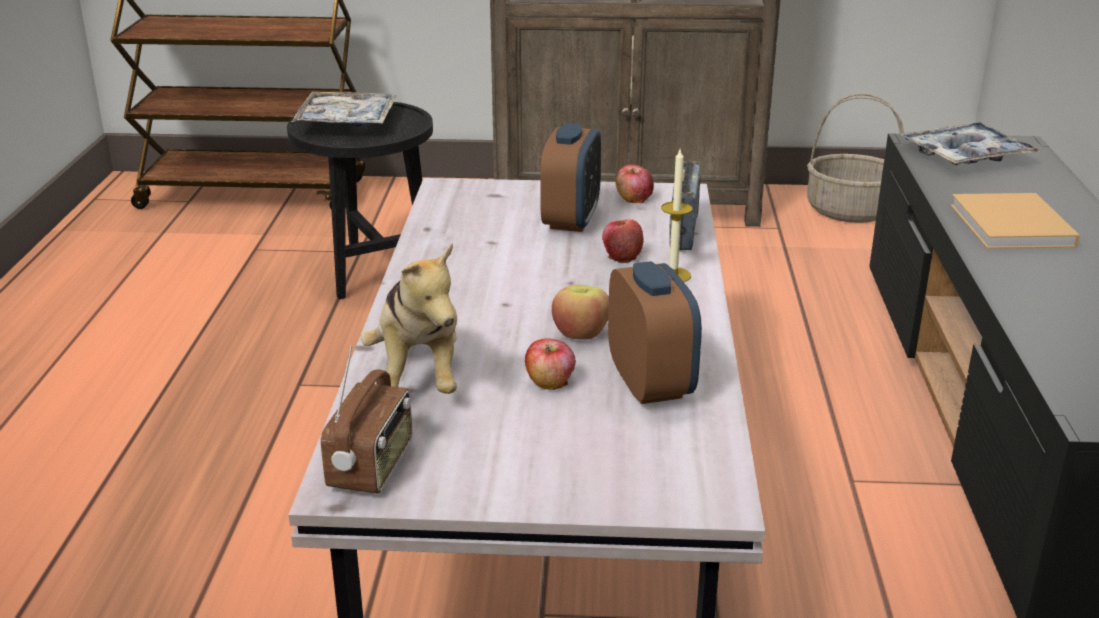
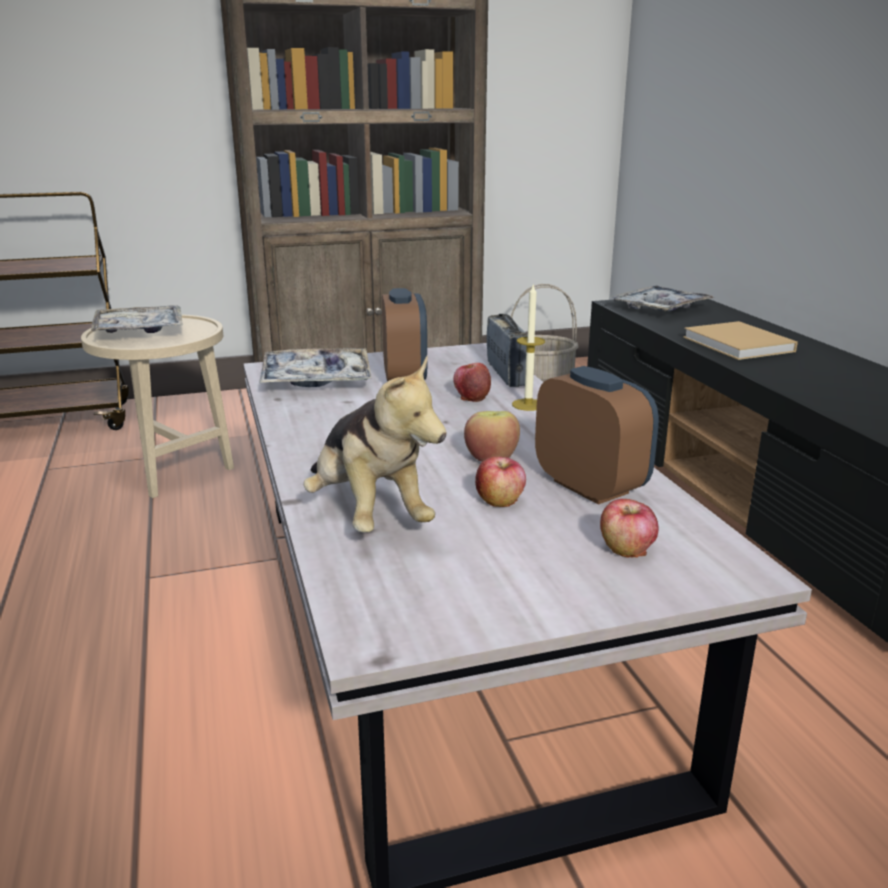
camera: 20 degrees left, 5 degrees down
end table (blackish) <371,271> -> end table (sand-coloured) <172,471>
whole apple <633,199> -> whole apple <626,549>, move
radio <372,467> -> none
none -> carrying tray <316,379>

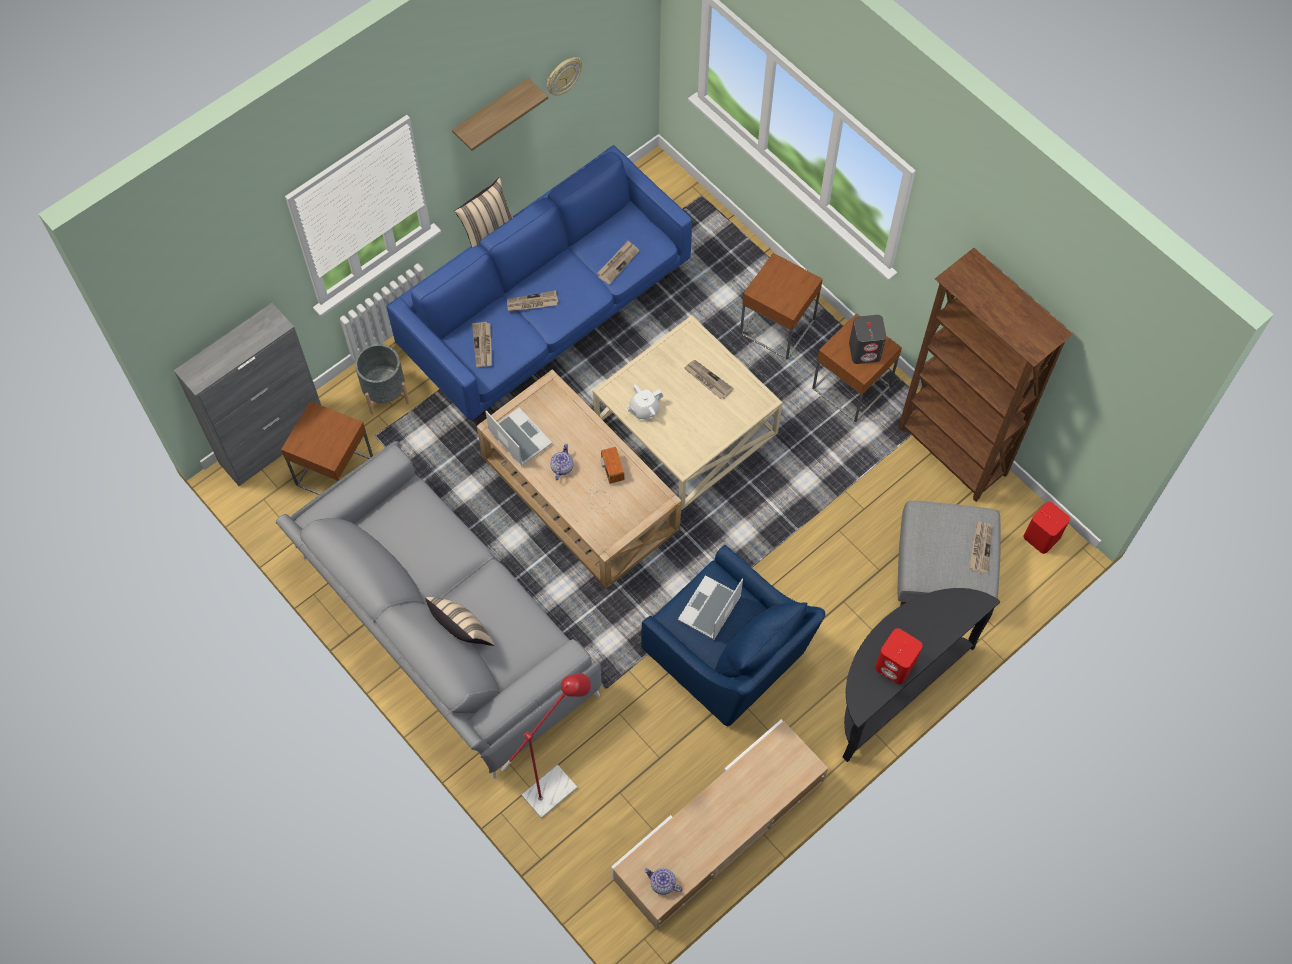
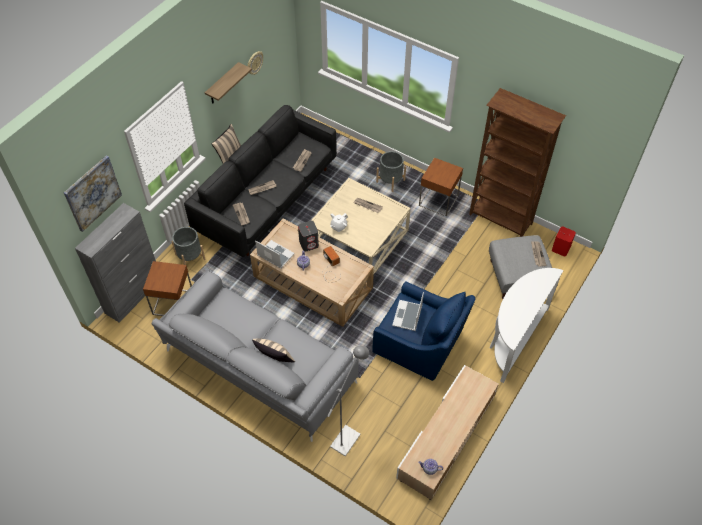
camera: 15 degrees left, 10 degrees down
settee (blue) <548,314> -> settee (blackish) <268,200>
end table (brown-coloured) <777,327> -> flower pot (greyish) <390,181>
loudspeaker (greyish) <865,351> -> loudspeaker (greyish) <309,243>, move
hall table (blackish) <894,686> -> hall table (whitish) <513,338>
loudspeaker (red-coloured) <895,665> -> none
standard lamp (red-coloured) <557,785> -> standard lamp (greyish) <348,436>
none -> picture <92,193>

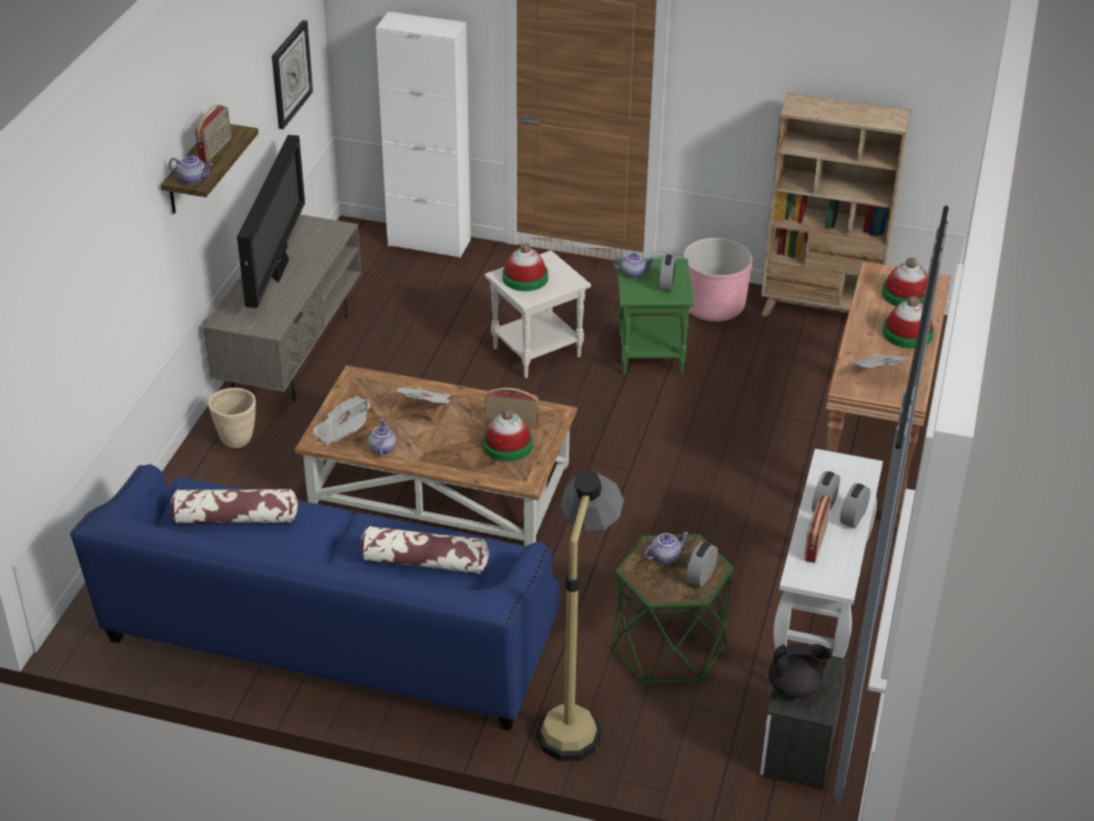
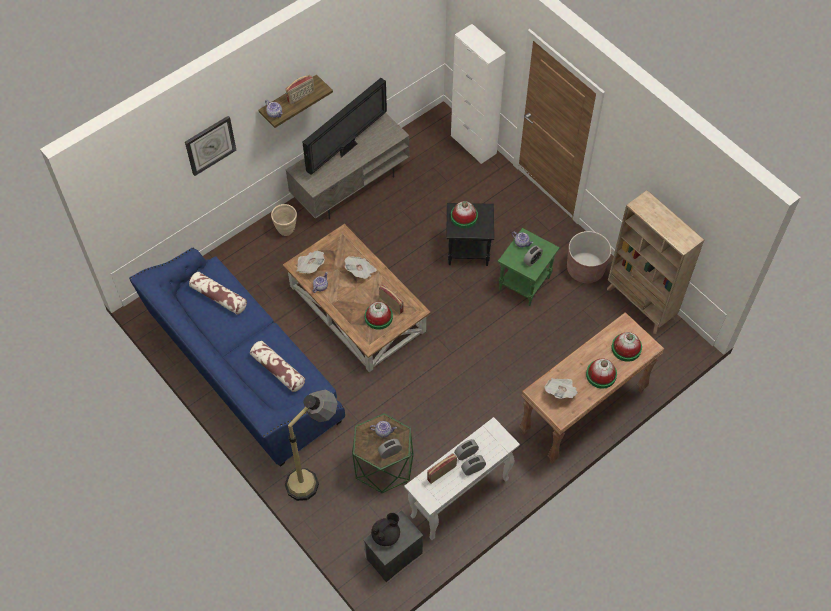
camera: 35 degrees right, 20 degrees up
wall clock <290,74> -> wall clock <210,145>, move
flower pot (pink-coloured) <713,307> -> flower pot (brown-coloured) <585,269>
end table (whitish) <537,351> -> end table (blackish) <468,250>
tea pot (blackish) <795,687> -> tea pot (blackish) <386,535>, 75 degrees counterclockwise

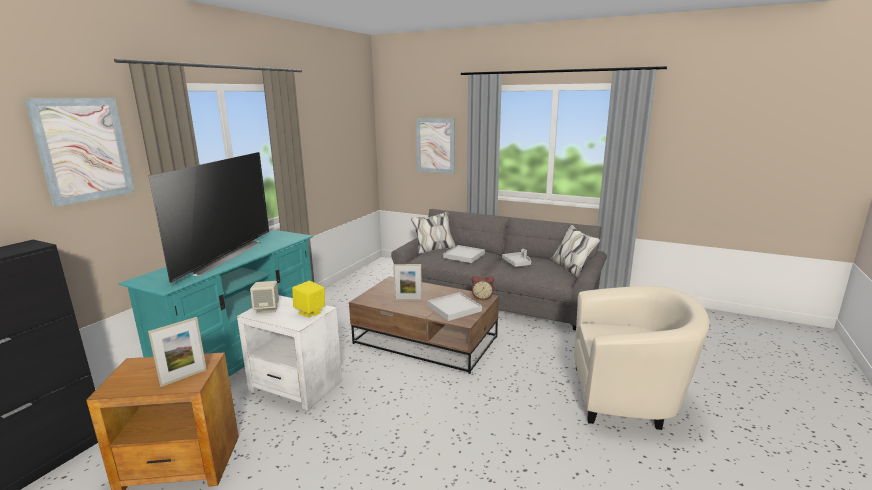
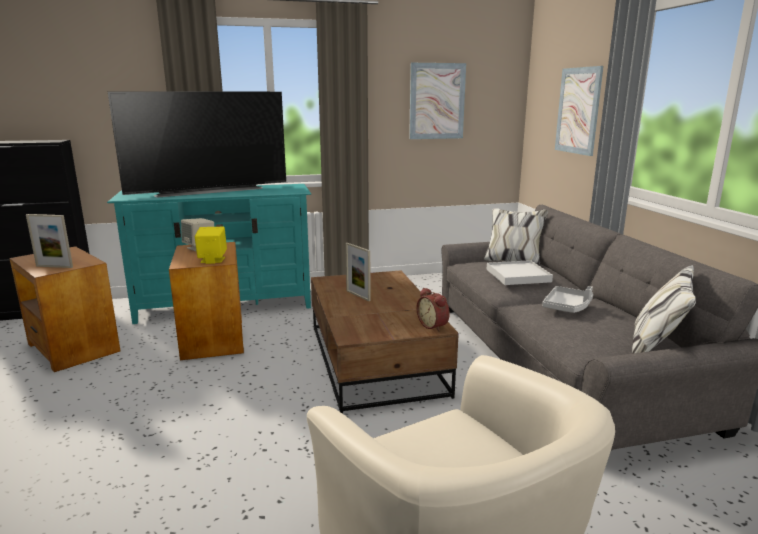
camera: 50 degrees right, 0 degrees up
picture <84,150> -> picture <437,101>, move
carrying tray (whitish) <454,308> -> none
end table (whitish) <296,386> -> end table (brown-coloured) <212,339>

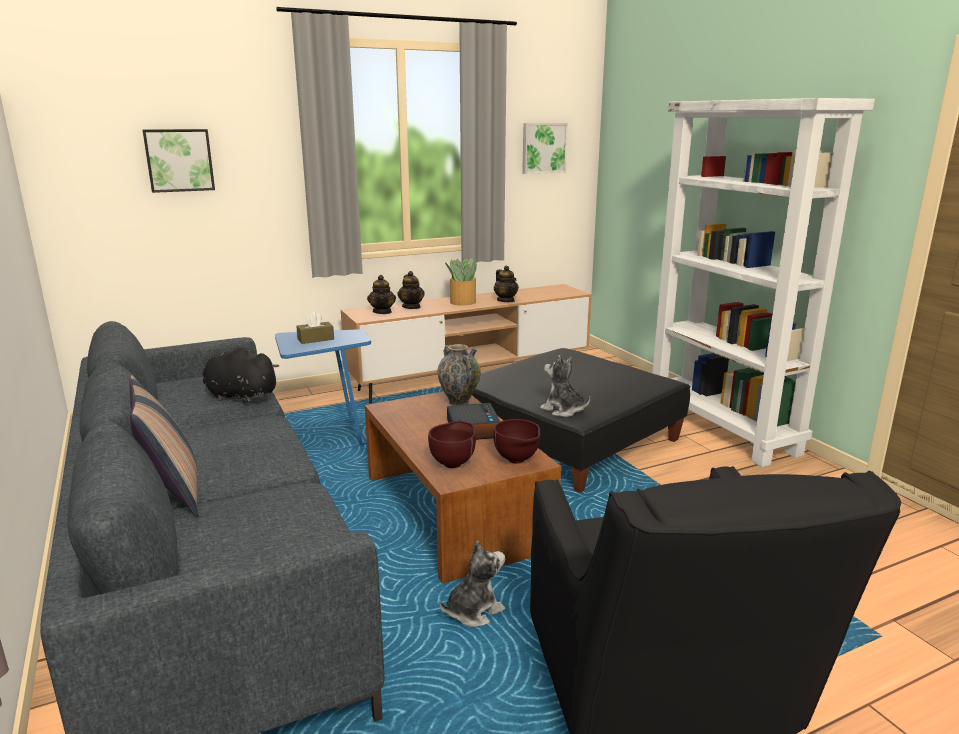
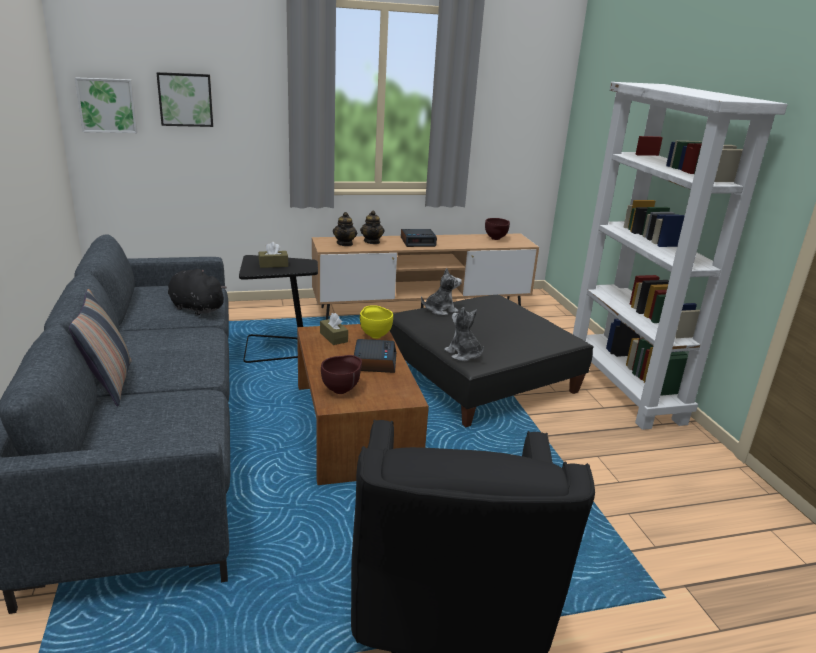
camera: 10 degrees right, 5 degrees up
picture <543,148> -> picture <107,105>, move
houseplant <462,302> -> table clock <418,242>
tea pot <506,300> -> none
end table (blue) <328,440> -> end table (blackish) <279,349>
decorative vase <459,402> -> serving bowl (yellowish) <375,335>
serving bowl (brown-coloured) <517,461> -> serving bowl (brown-coloured) <496,239>, move
cuddly toy <473,611> -> cuddly toy <440,310>, move
none -> tissue holder (brown-coloured) <333,337>

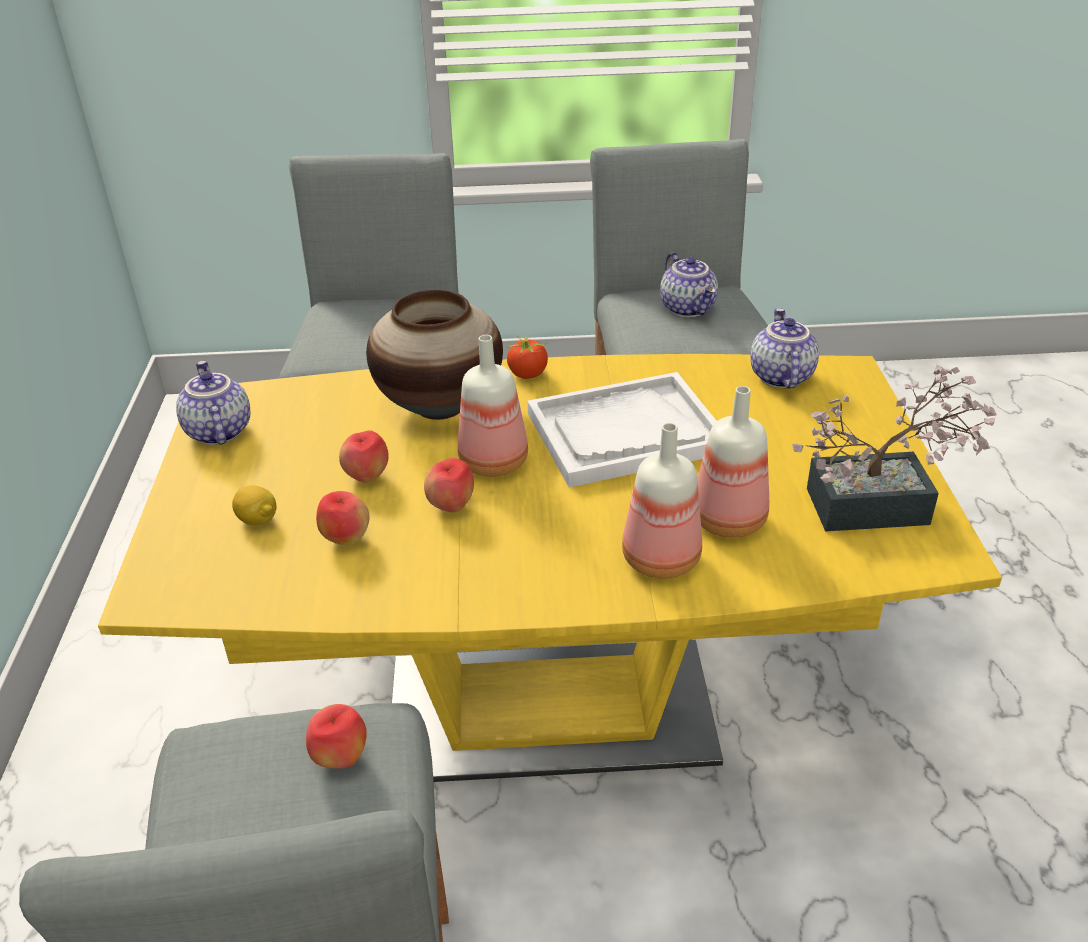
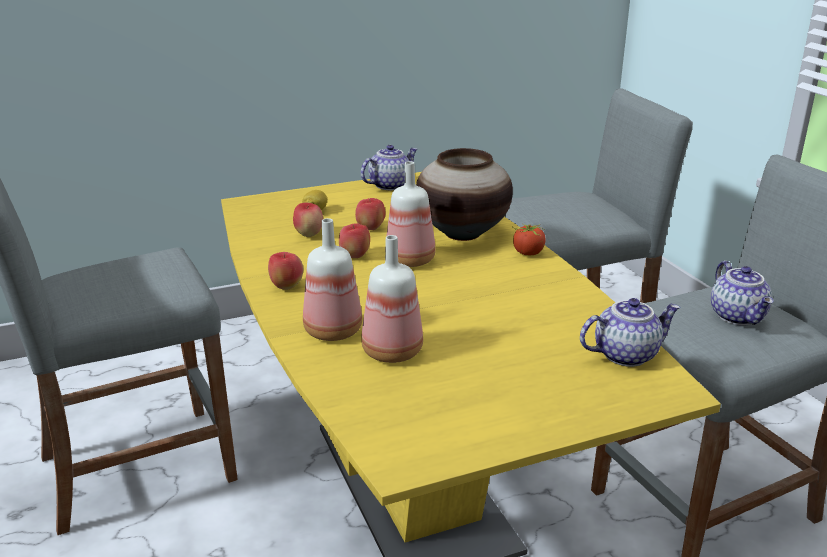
camera: 70 degrees right, 10 degrees down
tea pot <689,308> -> tea pot <738,316>, 60 degrees counterclockwise
houseplant <882,506> -> none
carrying tray (whitish) <625,433> -> none
whole apple <340,758> -> whole apple <286,287>, move

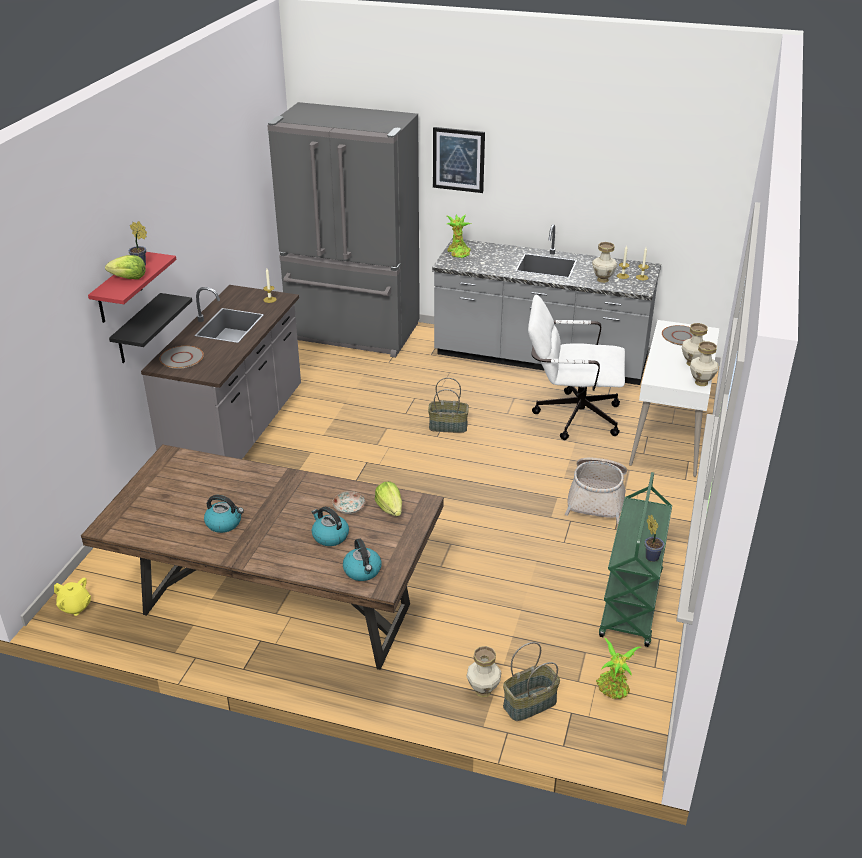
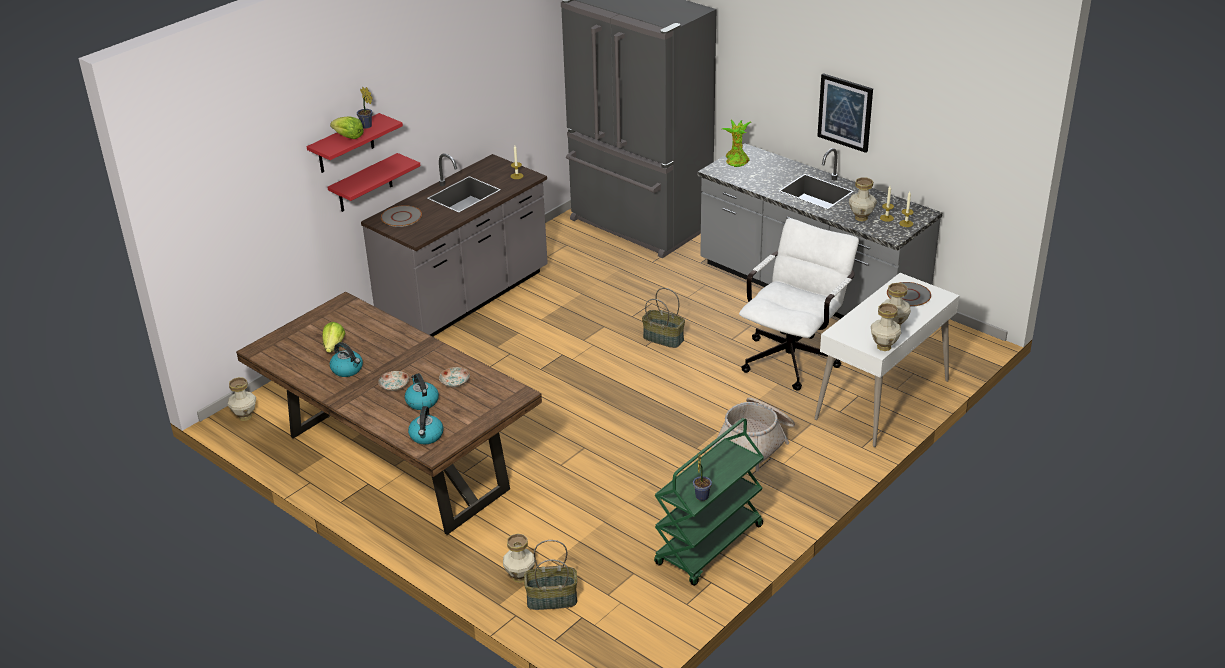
camera: 25 degrees right, 0 degrees up
picture <458,159> -> picture <845,112>, move
shelf (blackish) <138,330> -> shelf (red-coloured) <365,184>
desk chair (whitish) <570,416> -> desk chair (whitish) <794,356>, 90 degrees clockwise
lettuce head <390,509> -> lettuce head <334,347>, move
tea pot (yellowish) <75,607> -> decorative vase <244,417>
houseplant <614,689> -> none
none -> dinner plate <394,386>

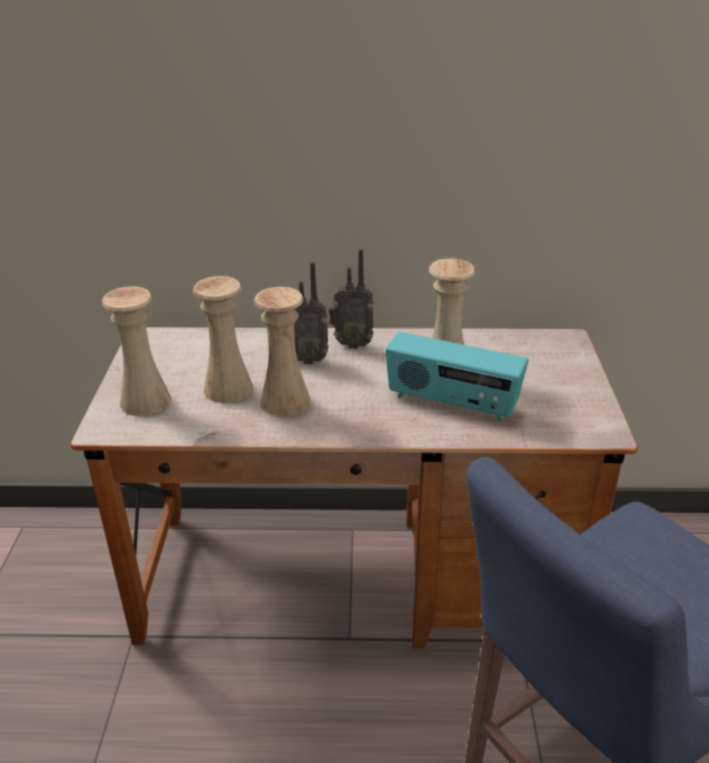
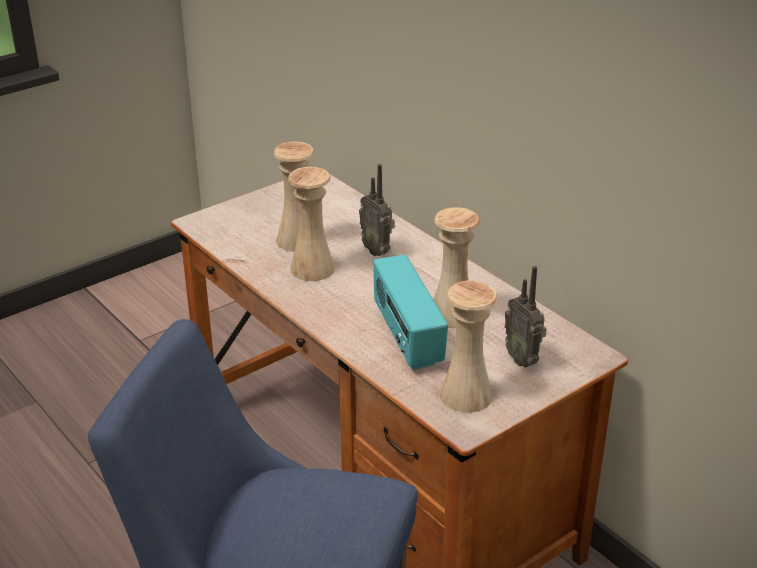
camera: 50 degrees right, 0 degrees up
radio <352,343> -> radio <523,359>, move
decorative vase (sand-coloured) <145,401> -> decorative vase (sand-coloured) <466,395>, move

